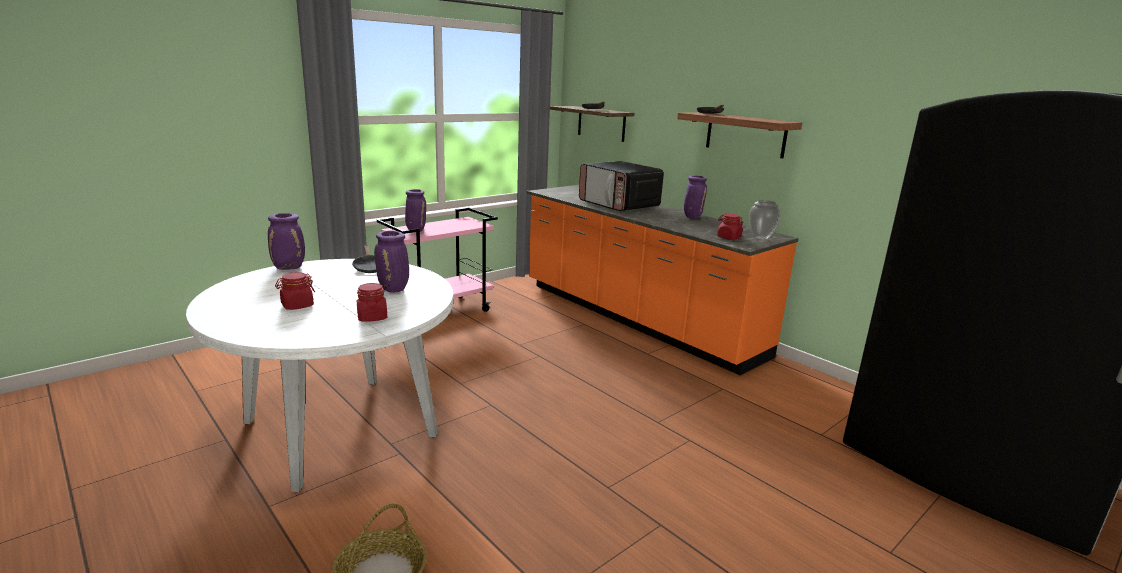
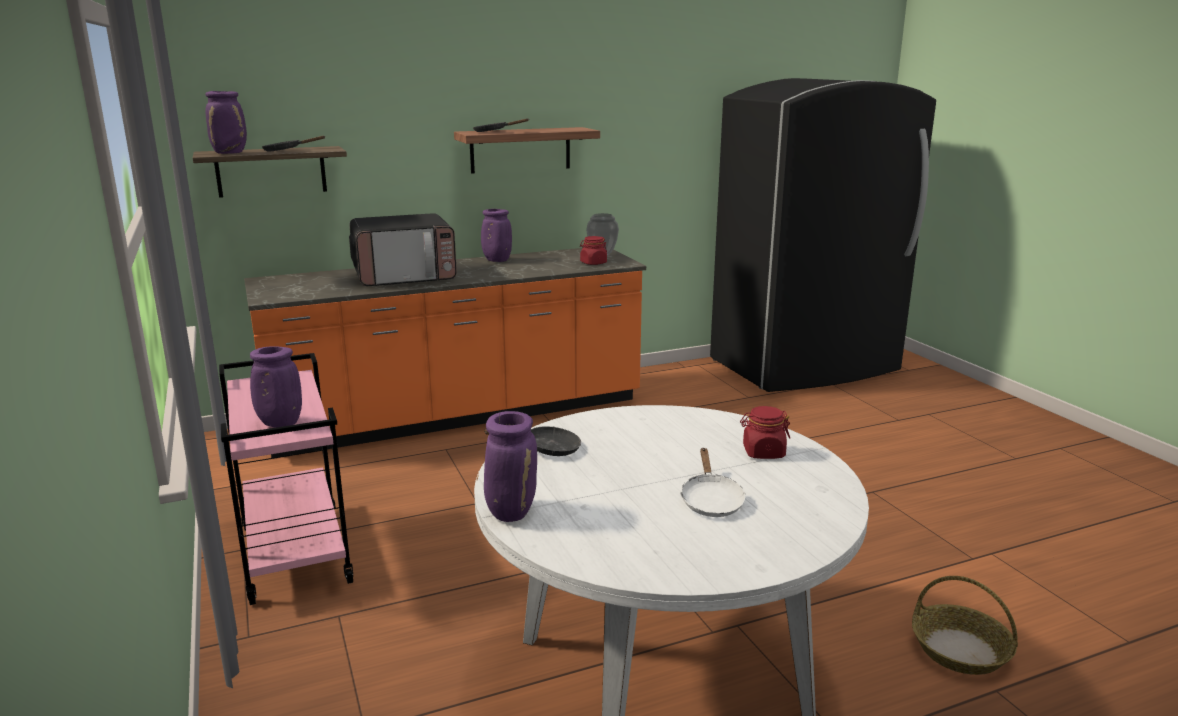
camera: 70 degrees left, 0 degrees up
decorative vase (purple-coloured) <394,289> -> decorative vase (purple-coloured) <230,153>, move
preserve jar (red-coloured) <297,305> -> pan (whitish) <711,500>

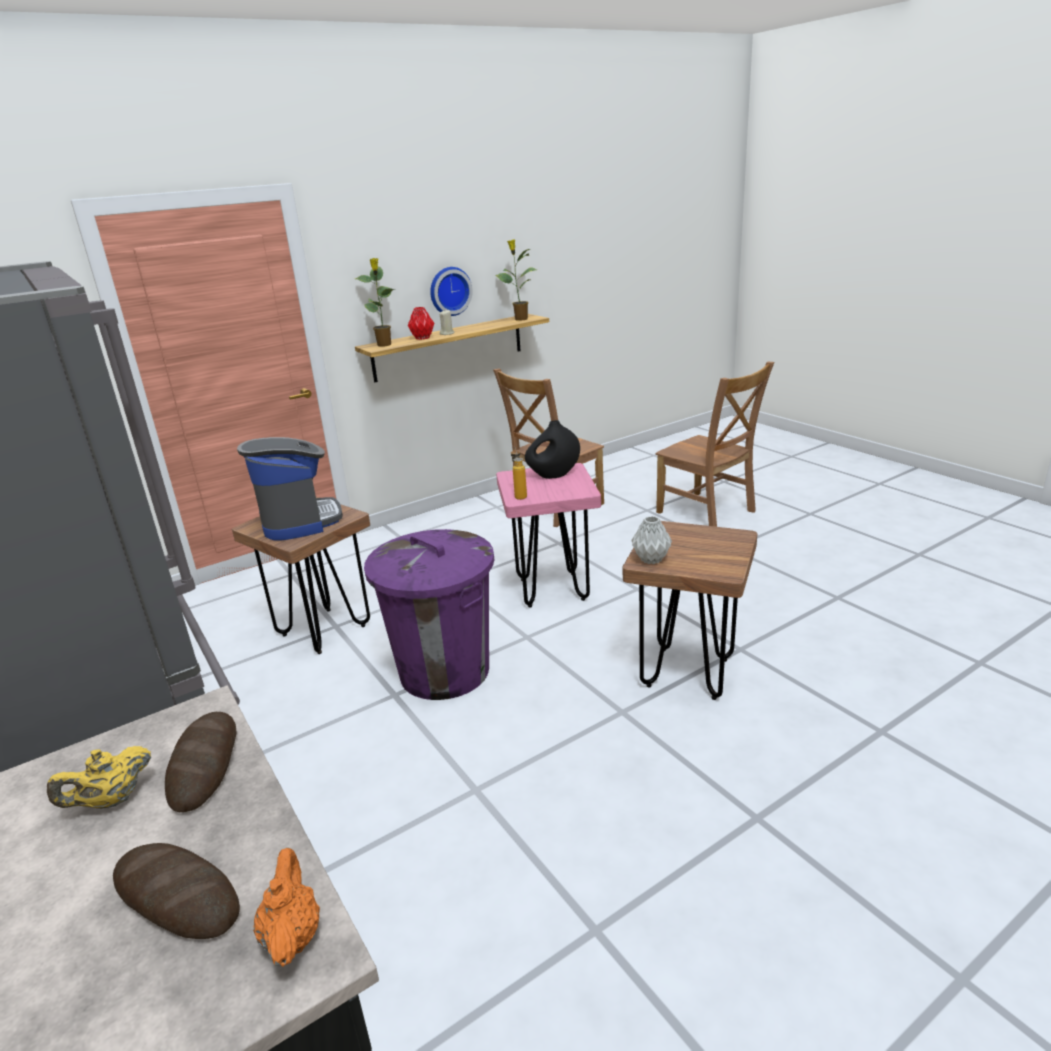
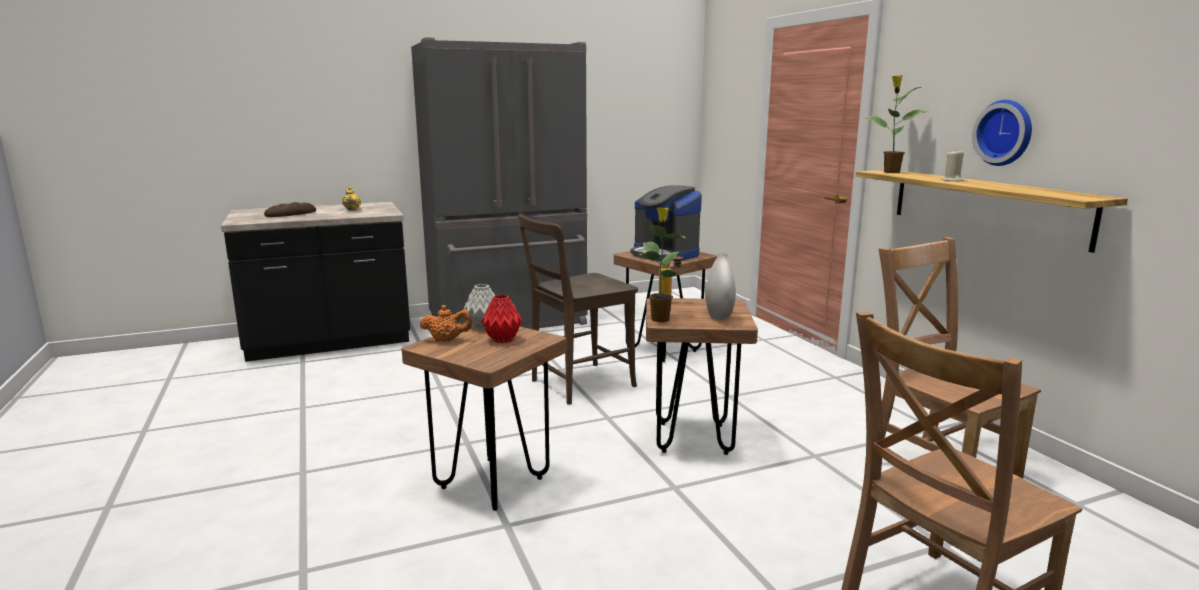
camera: 100 degrees right, 10 degrees down
houseplant <520,319> -> houseplant <660,319>, move
decorative vase (red-coloured) <423,338> -> decorative vase (red-coloured) <503,340>, move
decorative vase (blackish) <553,475> -> decorative vase (whitish) <718,316>
coffee machine <299,521> -> coffee machine <665,254>, 60 degrees clockwise
stool (pink-coloured) <552,589> -> stool (brown-coloured) <693,438>
rubbish bin (purple-coloured) <444,671> -> plain chair (brown-coloured) <577,384>
bread <204,765> -> none
tea pot (orange-coloured) <292,935> -> tea pot (orange-coloured) <447,340>, move

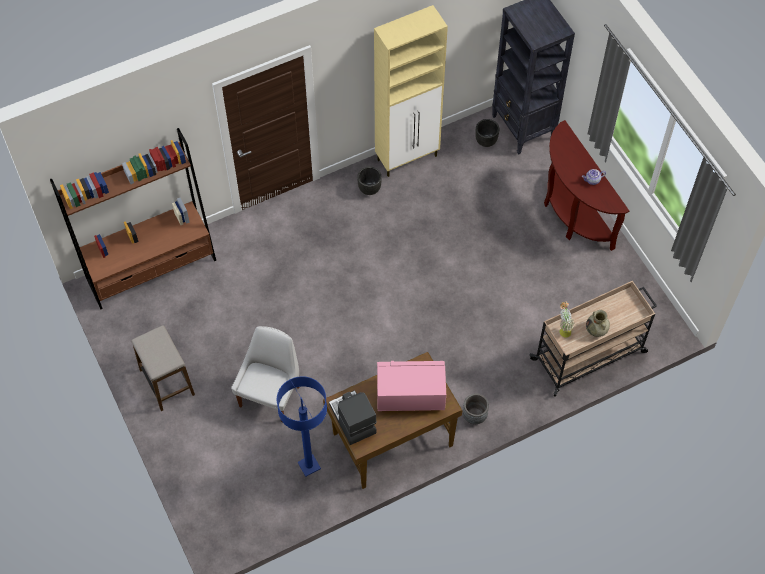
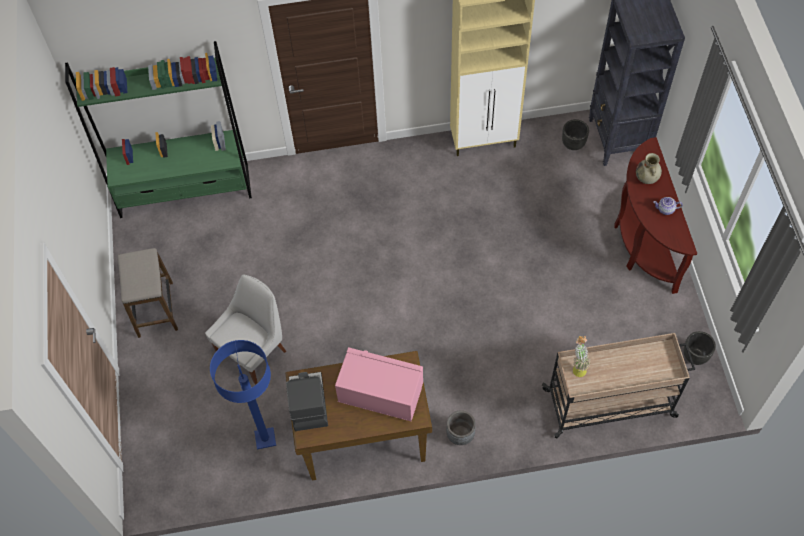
camera: 20 degrees right, 0 degrees up
bookcase (brown-coloured) <152,269> -> bookcase (green-coloured) <185,191>
flower pot (blackish) <369,189> -> flower pot (blackish) <695,356>, move
decorative vase (sand-coloured) <596,330> -> decorative vase (sand-coloured) <646,178>, move

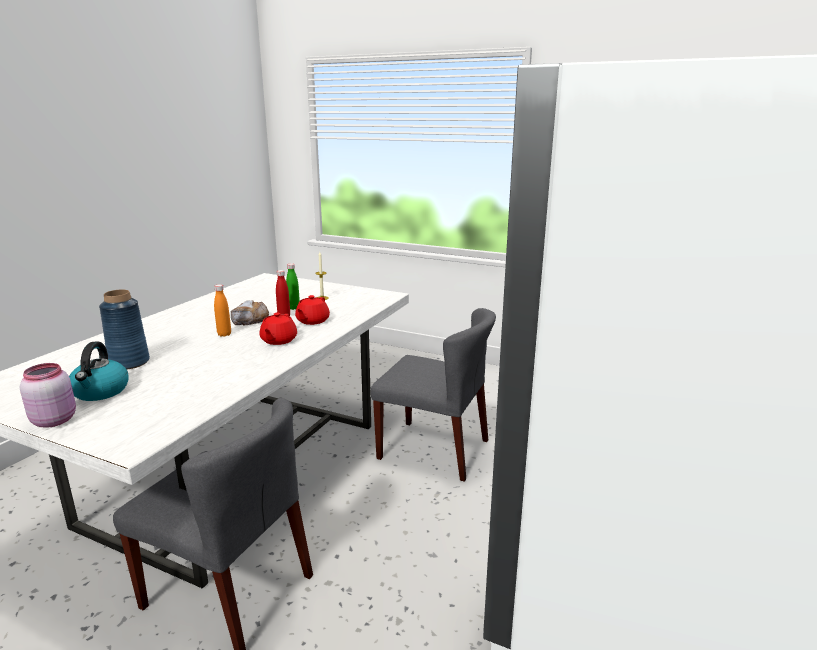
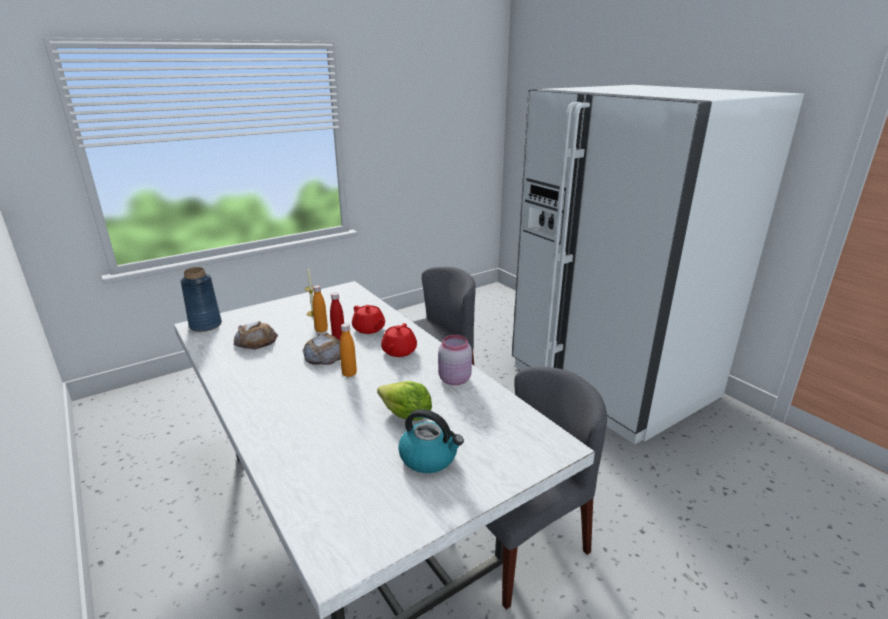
camera: 60 degrees left, 5 degrees up
beverage bottle (green-coloured) <294,308> -> beverage bottle (orange-coloured) <321,330>
decorative vase (blue) <129,362> -> decorative vase (blue) <205,325>, move
tea pot (red-coloured) <278,340> -> tea pot (red-coloured) <399,351>, 60 degrees clockwise
preserve jar (pink-coloured) <54,420> -> preserve jar (pink-coloured) <453,379>, move
none -> bread <256,340>
none -> lettuce head <406,416>

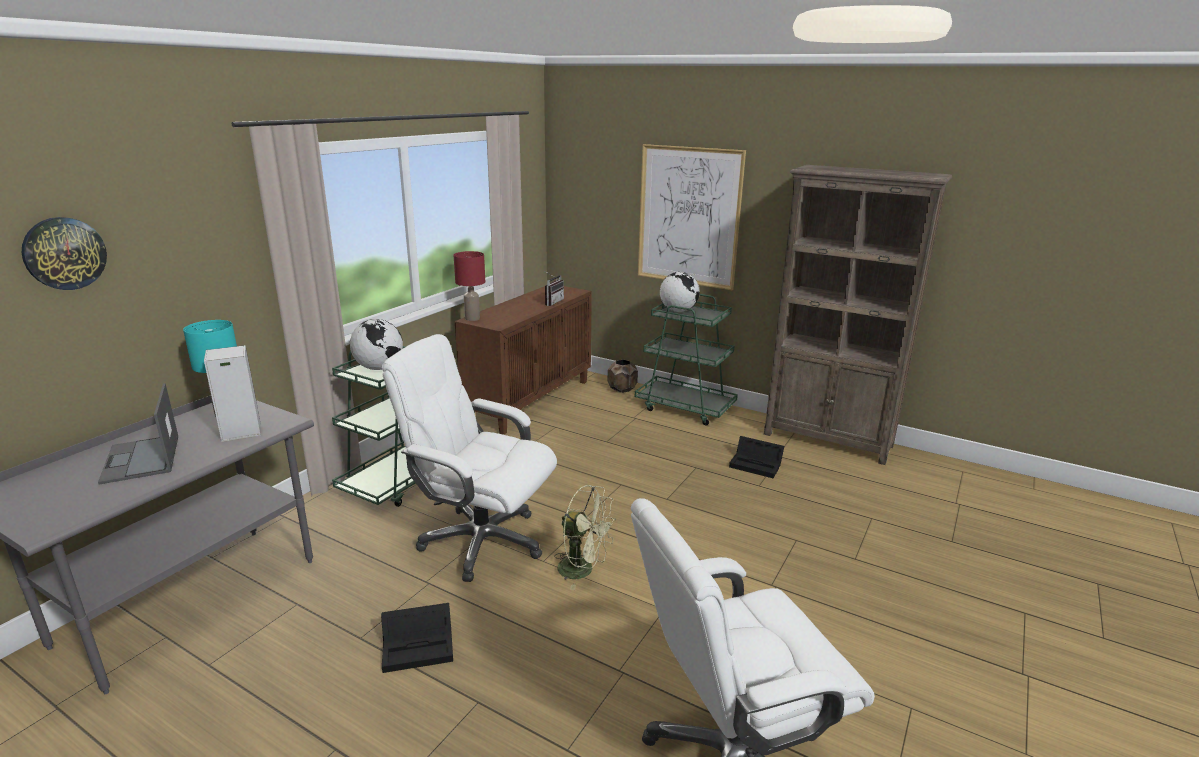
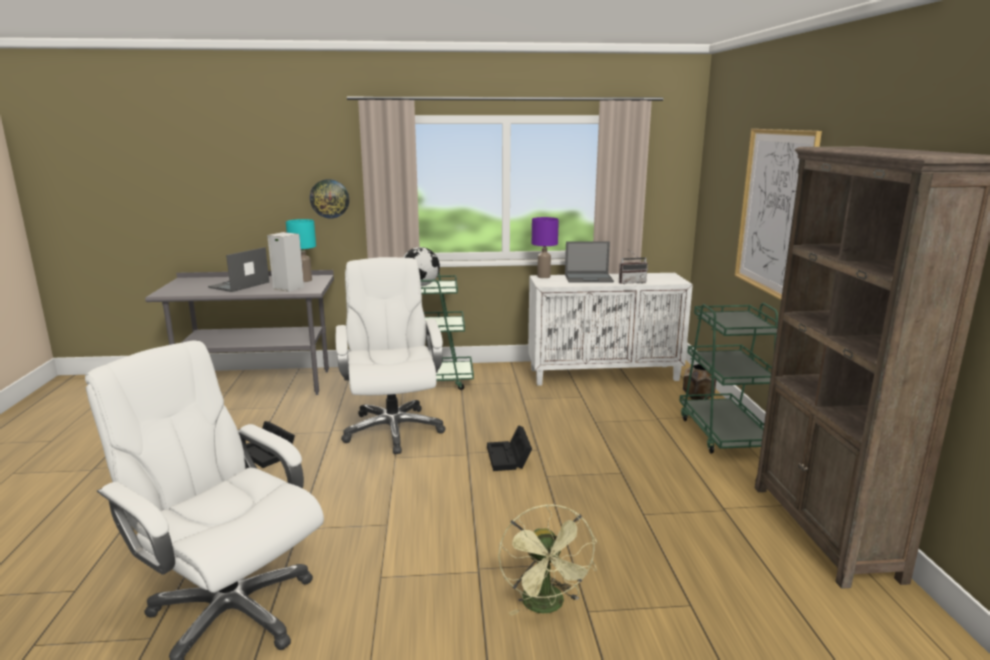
camera: 55 degrees right, 5 degrees down
wall clock <64,253> -> wall clock <329,198>, move
tabletop lamp (red-coloured) <473,318> -> tabletop lamp (purple-coloured) <544,277>
desk globe <678,311> -> none
storage cabinet (brown-coloured) <530,400> -> storage cabinet (whitish) <604,374>
storage bin (blackish) <757,465> -> storage bin (blackish) <509,458>, move
cooling fan (green-coloured) <583,570> -> cooling fan (green-coloured) <547,606>, move
none -> portable computer <589,278>

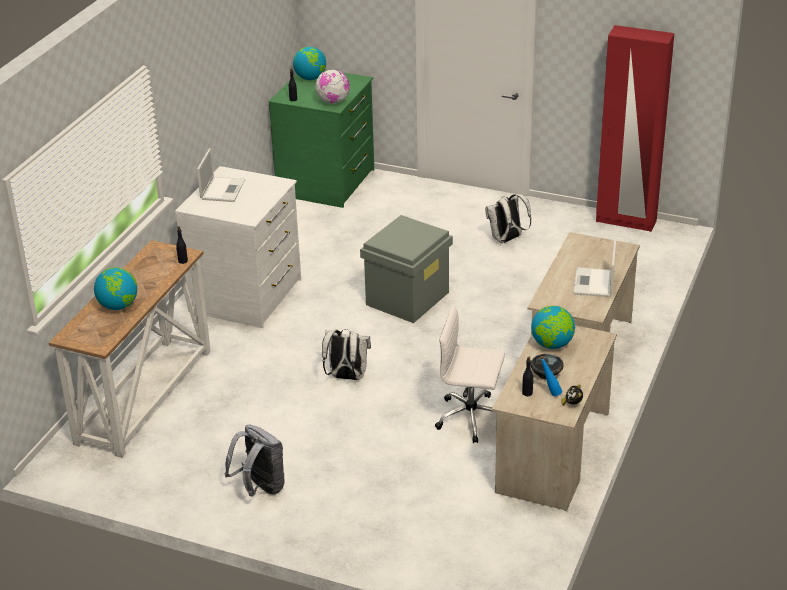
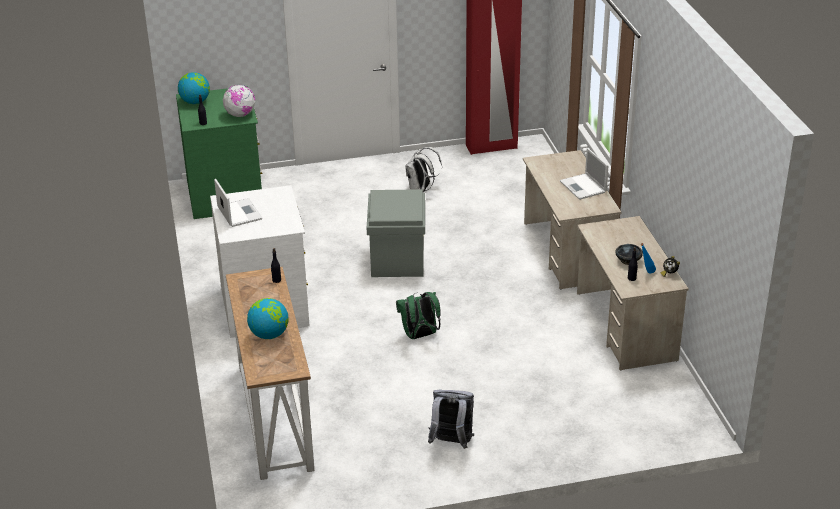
camera: 35 degrees left, 0 degrees up
desk chair (whitish) <472,418> -> none
desk globe <552,345> -> none
backpack (whitish) <346,377> -> backpack (green-coloured) <419,335>

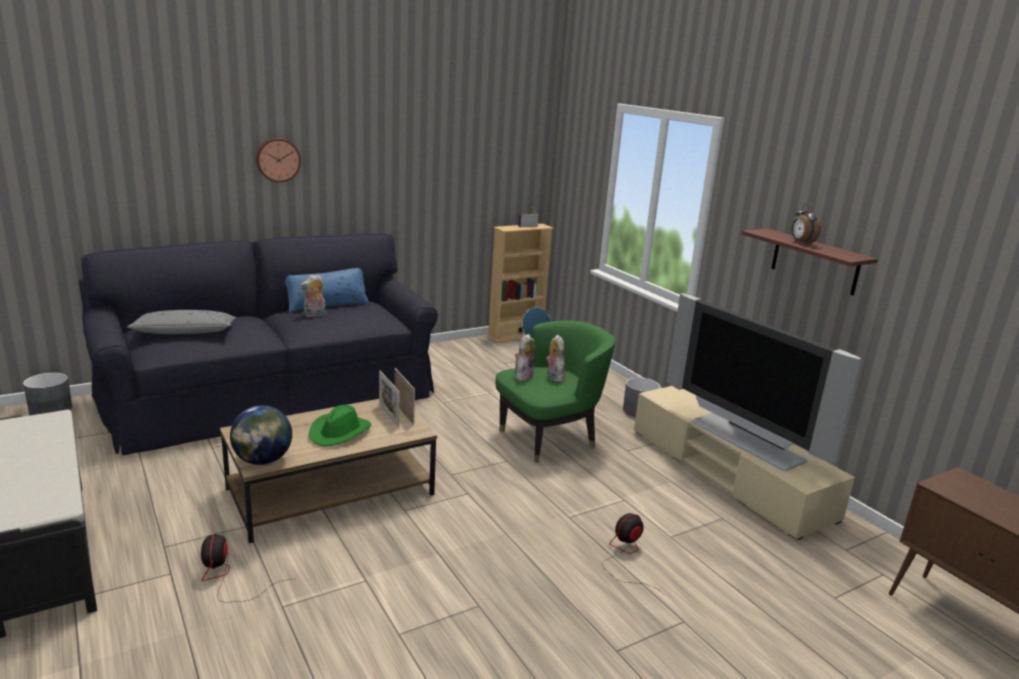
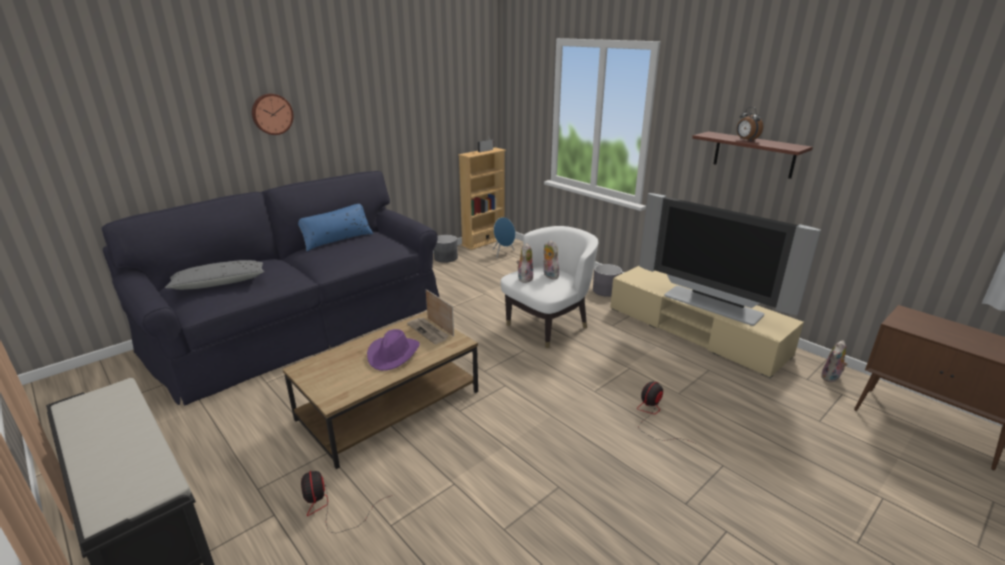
camera: 10 degrees left, 5 degrees up
cuddly toy <314,315> -> cuddly toy <831,378>, move
easy chair (green-coloured) <549,438> -> easy chair (whitish) <548,325>
picture frame <388,416> -> printed paper <428,331>
flower pot (greyish) <51,409> -> flower pot (greyish) <446,258>, move
desk globe <263,460> -> none
hat (green-coloured) <340,432> -> hat (purple-coloured) <393,354>

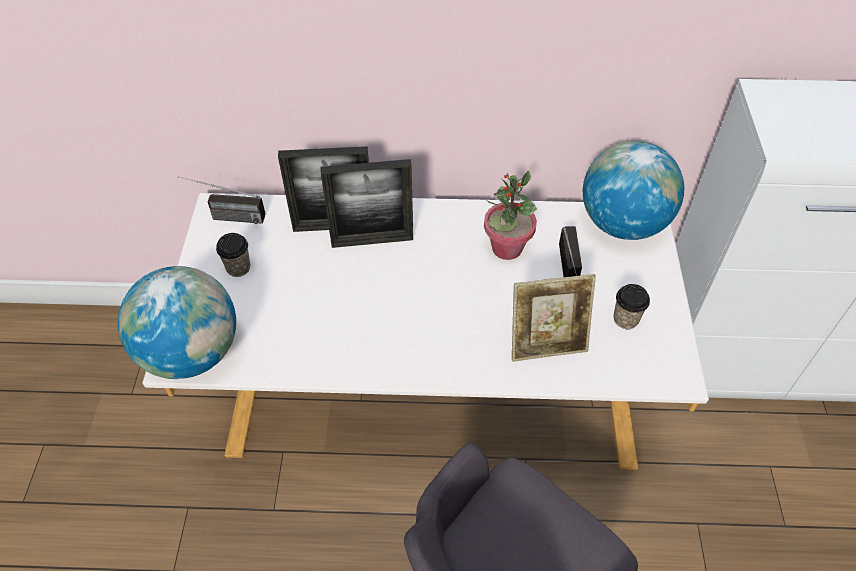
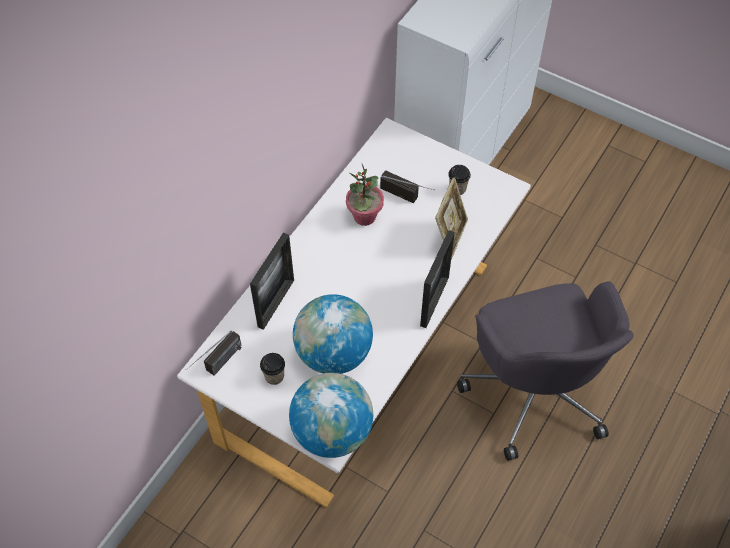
camera: 60 degrees left, 5 degrees up
desk globe <622,223> -> desk globe <333,353>, move
picture frame <372,240> -> picture frame <434,301>, move

